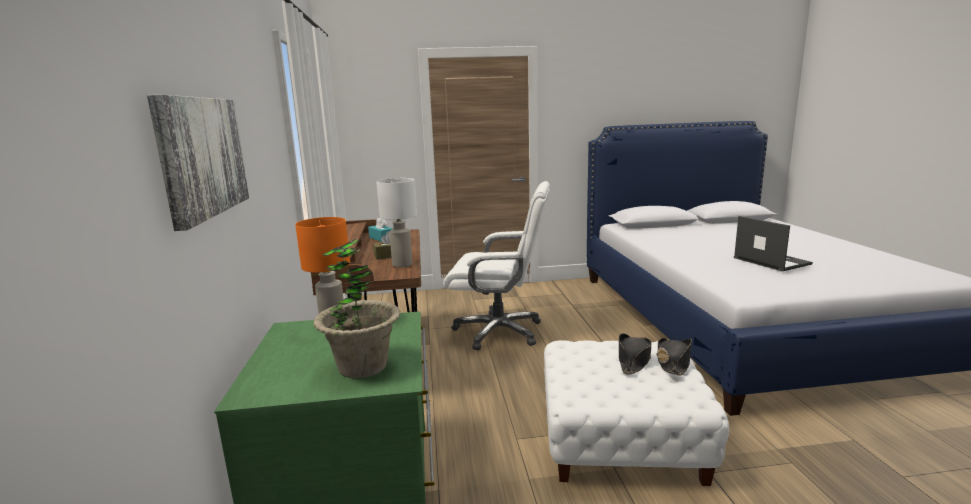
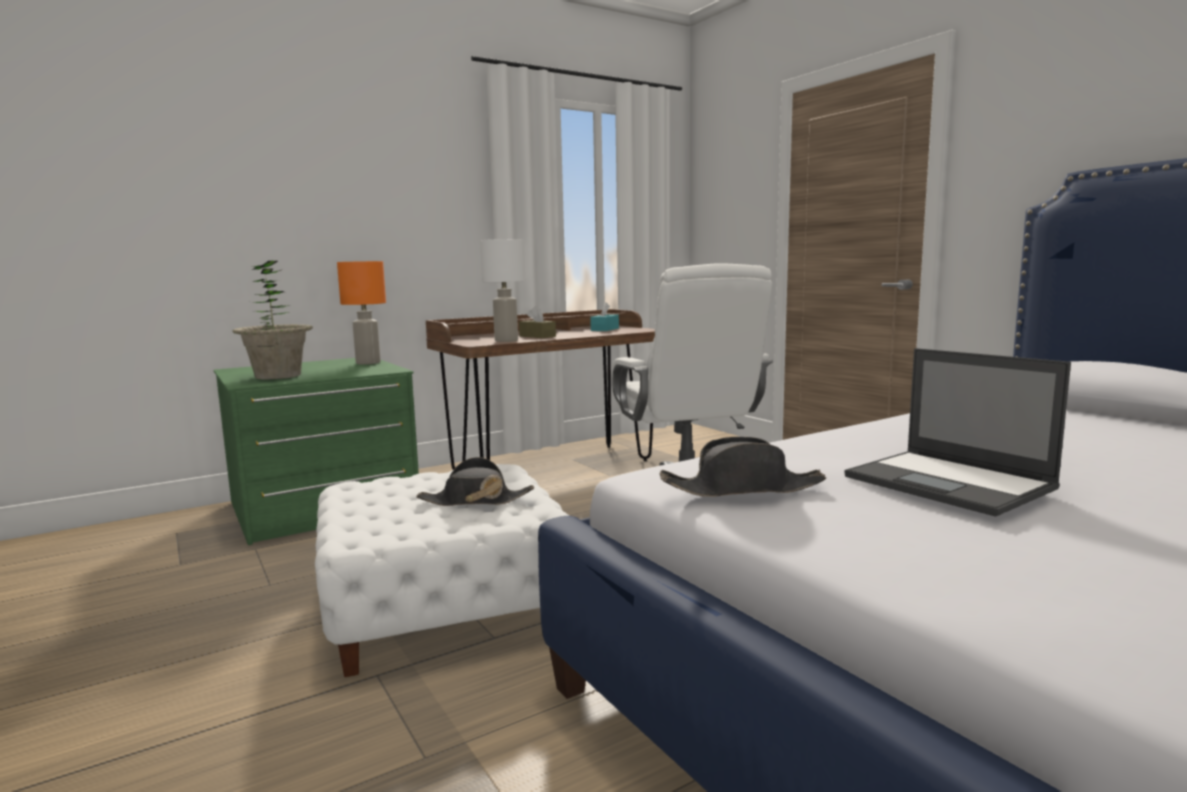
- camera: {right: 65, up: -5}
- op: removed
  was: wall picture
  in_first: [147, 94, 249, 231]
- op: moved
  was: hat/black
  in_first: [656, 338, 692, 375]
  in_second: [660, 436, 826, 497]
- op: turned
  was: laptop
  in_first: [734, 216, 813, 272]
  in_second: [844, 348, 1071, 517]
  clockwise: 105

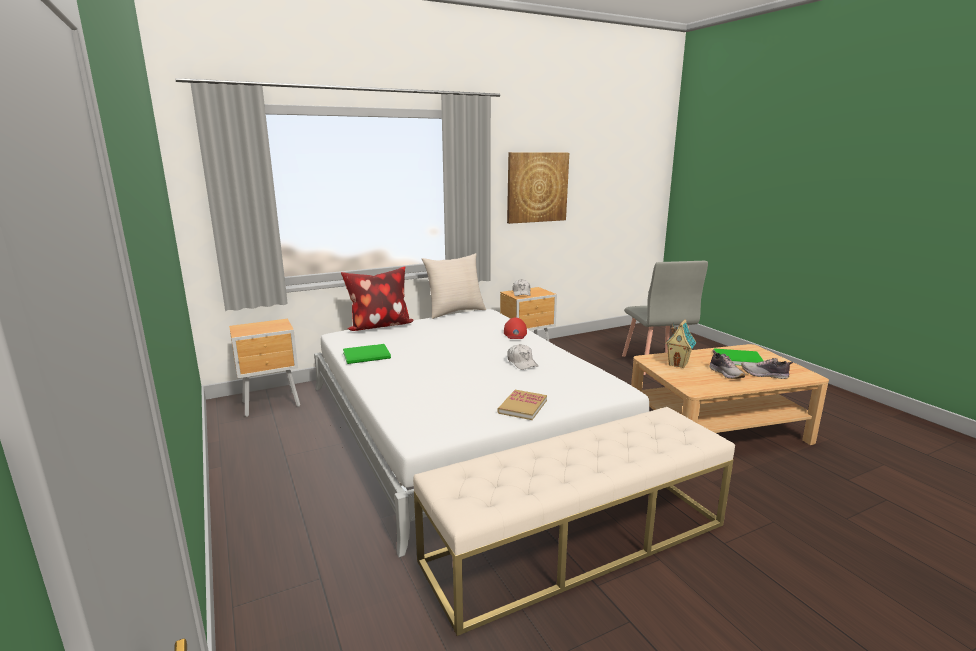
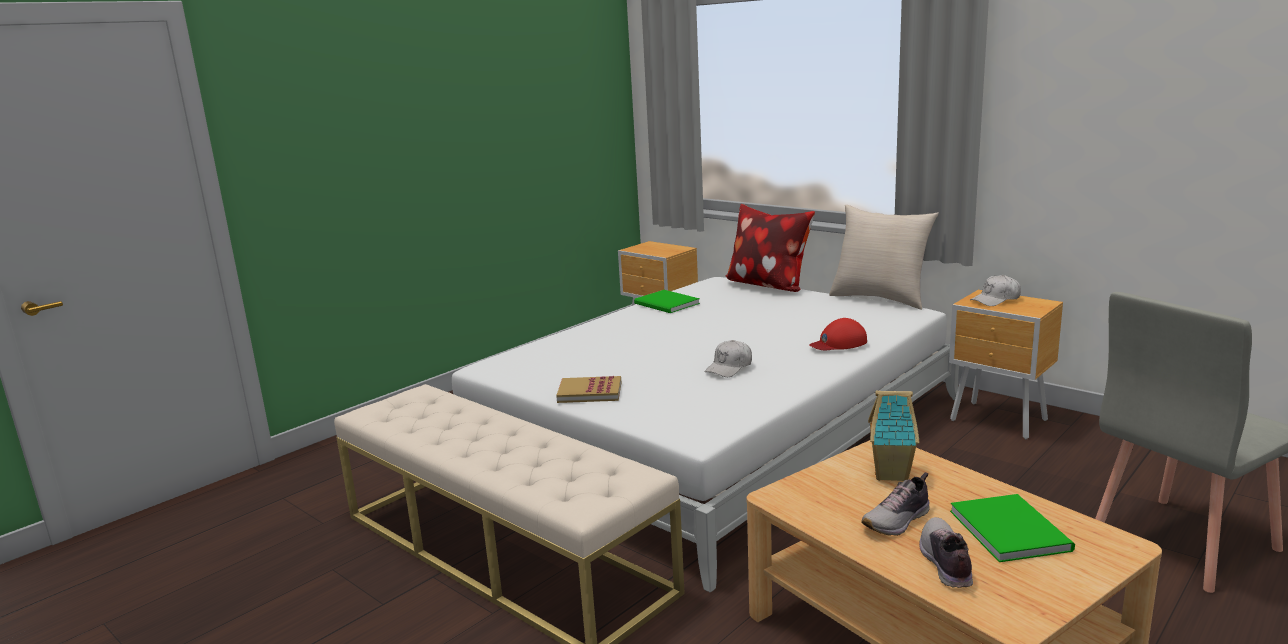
- camera: {right: 70, up: 0}
- op: removed
  was: wall picture
  in_first: [507, 152, 569, 224]

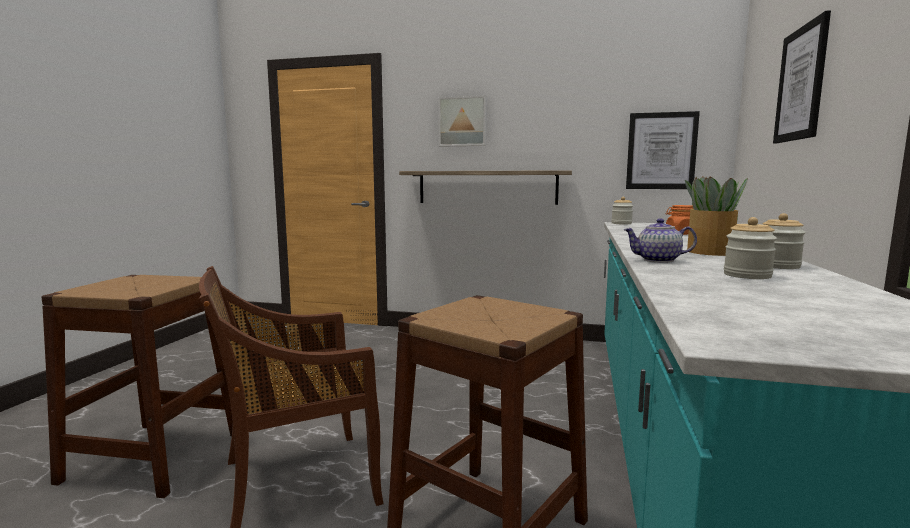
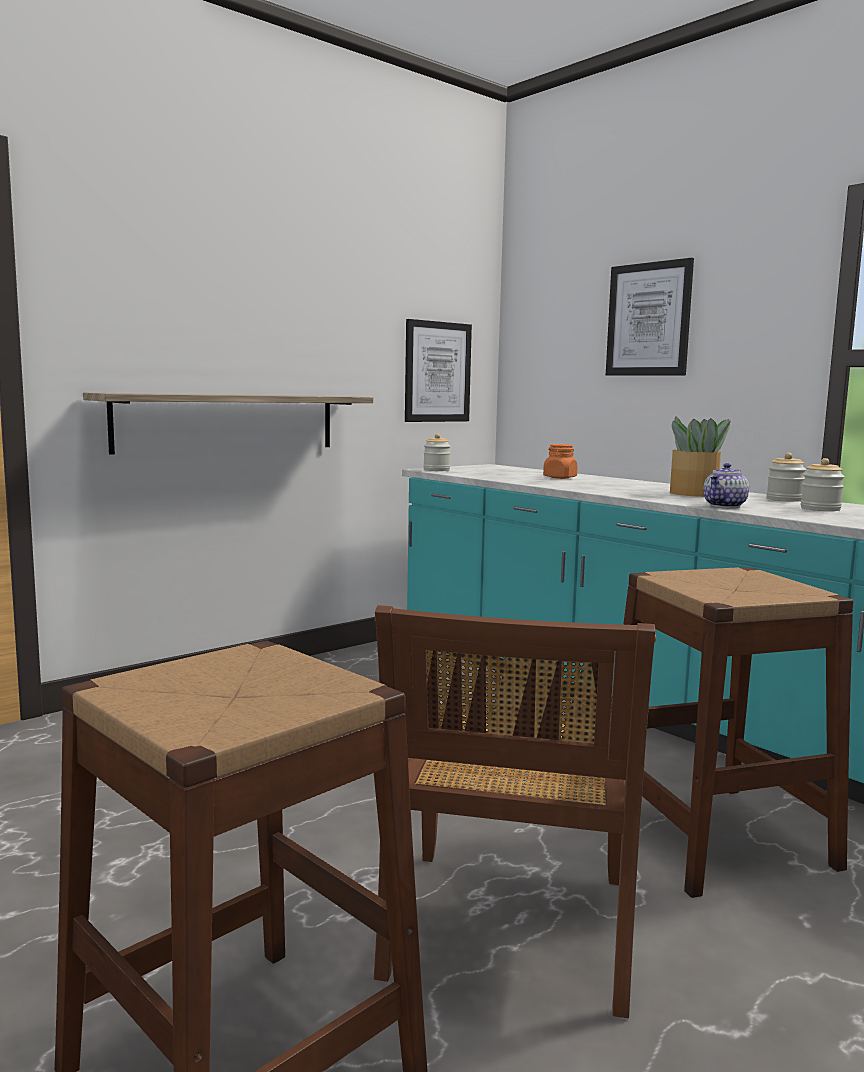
- camera: {right: -55, up: 0}
- op: removed
  was: wall picture
  in_first: [438, 95, 487, 147]

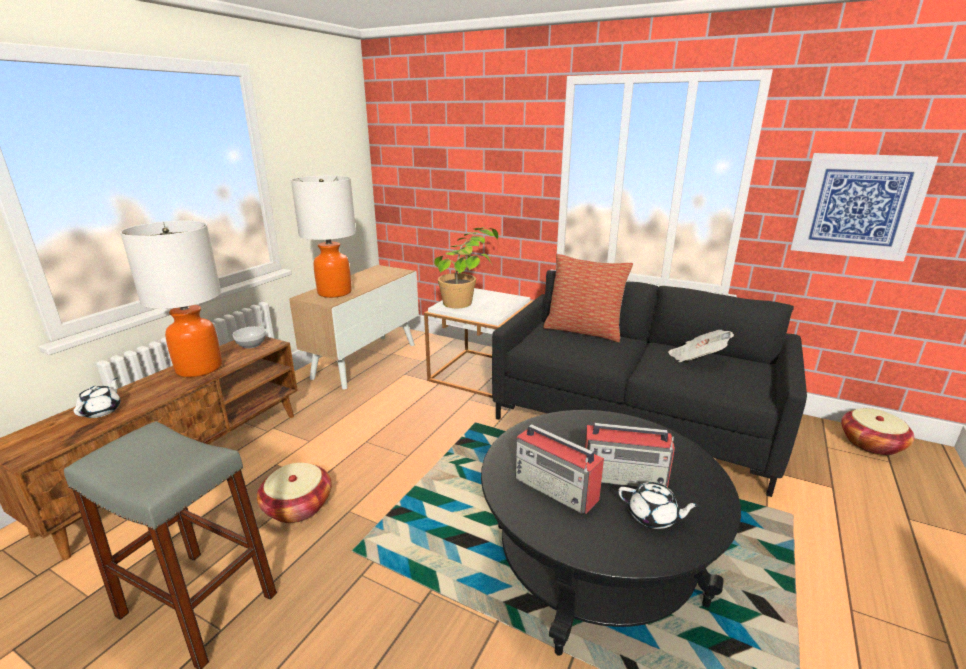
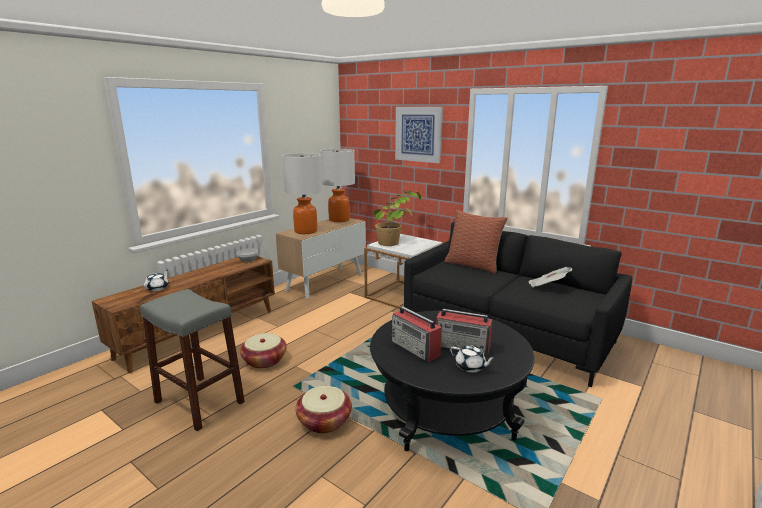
- camera: {right: 10, up: -5}
- op: moved
  was: table lamp
  in_first: [120, 220, 222, 377]
  in_second: [320, 149, 355, 222]
- op: moved
  was: wall picture
  in_first: [790, 153, 938, 261]
  in_second: [395, 107, 442, 163]
- op: moved
  was: basket
  in_first: [841, 408, 914, 456]
  in_second: [295, 386, 352, 434]

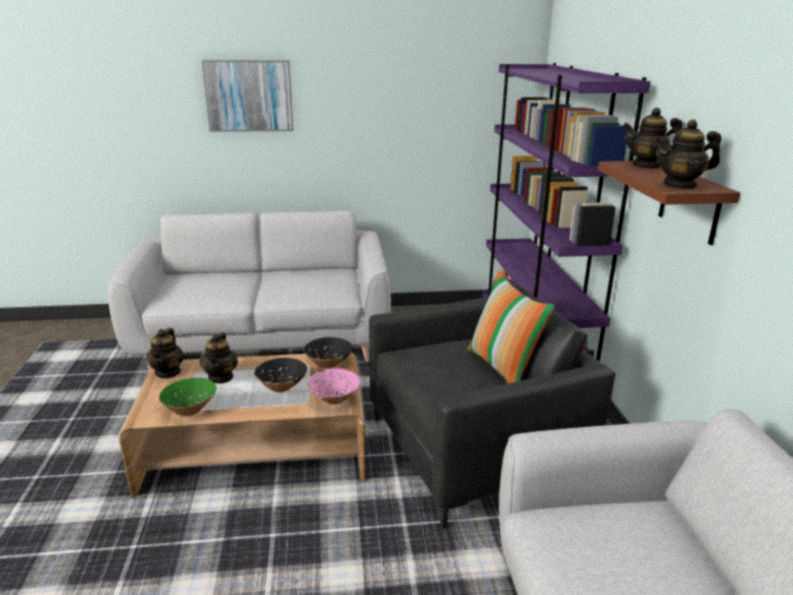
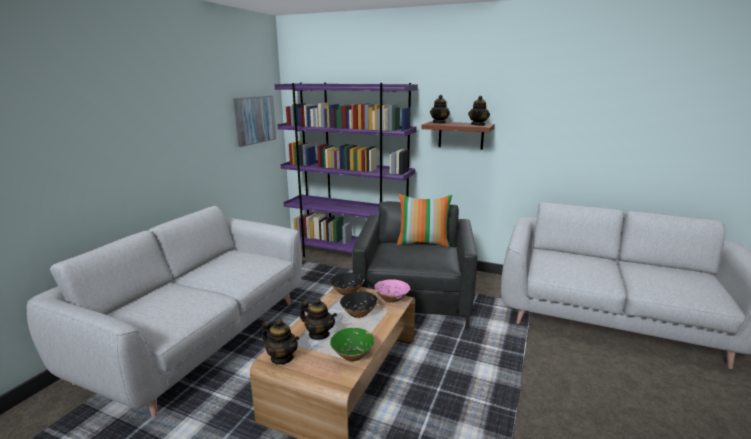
- camera: {right: -60, up: -5}
- op: moved
  was: wall picture
  in_first: [202, 60, 293, 132]
  in_second: [233, 96, 276, 147]

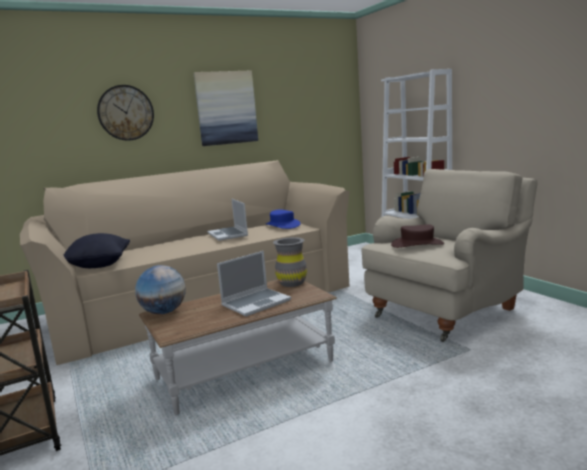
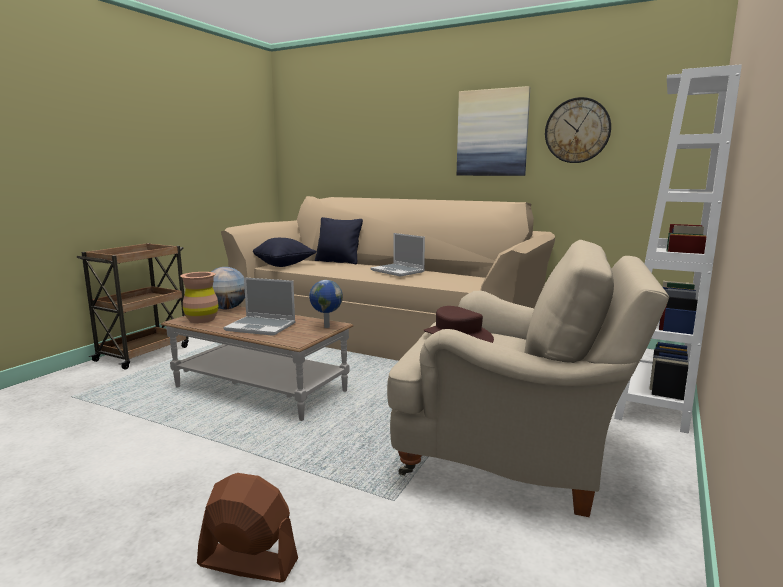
- camera: {right: 55, up: 0}
- op: moved
  was: wall clock
  in_first: [97, 85, 154, 141]
  in_second: [545, 97, 611, 163]
- op: turned
  was: laptop
  in_first: [207, 199, 248, 241]
  in_second: [371, 233, 425, 277]
  clockwise: -75
- op: removed
  was: hat/blue-coloured
  in_first: [266, 210, 301, 229]
- op: replaced
  was: flower vase/gray
  now: desk globe
  in_first: [273, 237, 307, 287]
  in_second: [309, 280, 343, 328]
- op: added
  now: flower vase/brown-coloured
  in_second: [180, 272, 219, 323]
- op: added
  now: electric fan/brown-coloured
  in_second: [197, 473, 298, 583]
- op: added
  now: cushion/black
  in_second: [315, 217, 363, 264]

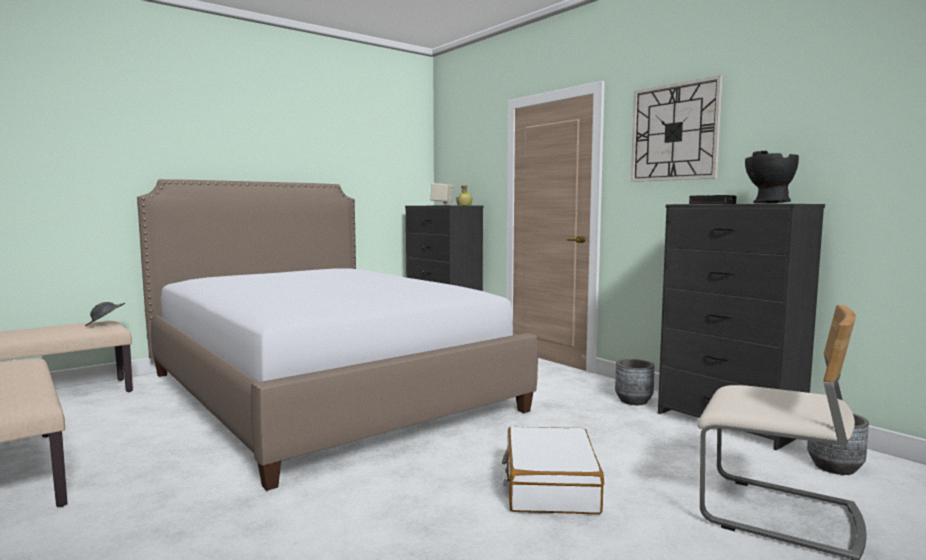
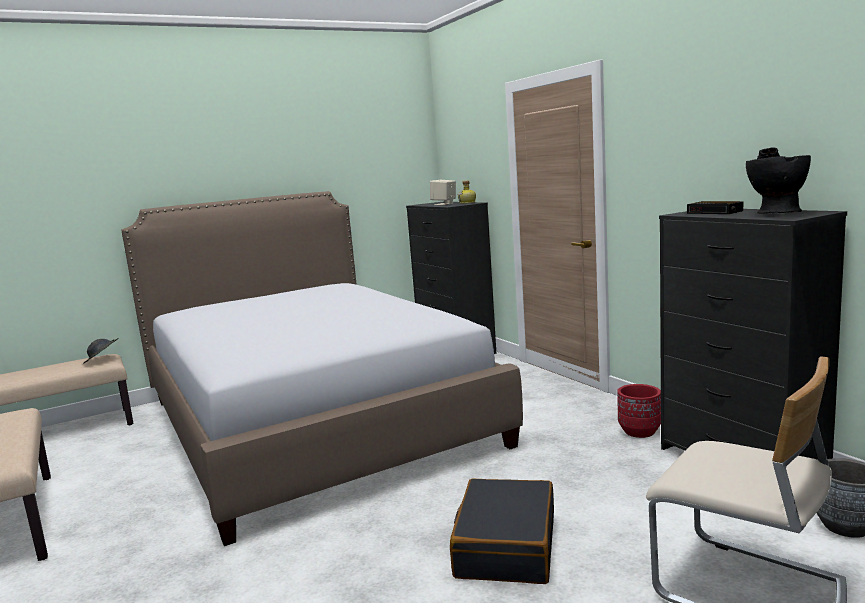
- camera: {right: 10, up: 5}
- op: recoloured
  was: piece of luggage/whitish
  now: piece of luggage/black
  in_first: [502, 427, 604, 514]
  in_second: [450, 479, 554, 584]
- op: recoloured
  was: flower pot/gray
  now: flower pot/red-coloured
  in_first: [615, 359, 655, 405]
  in_second: [617, 384, 661, 438]
- op: removed
  was: wall clock
  in_first: [631, 75, 723, 182]

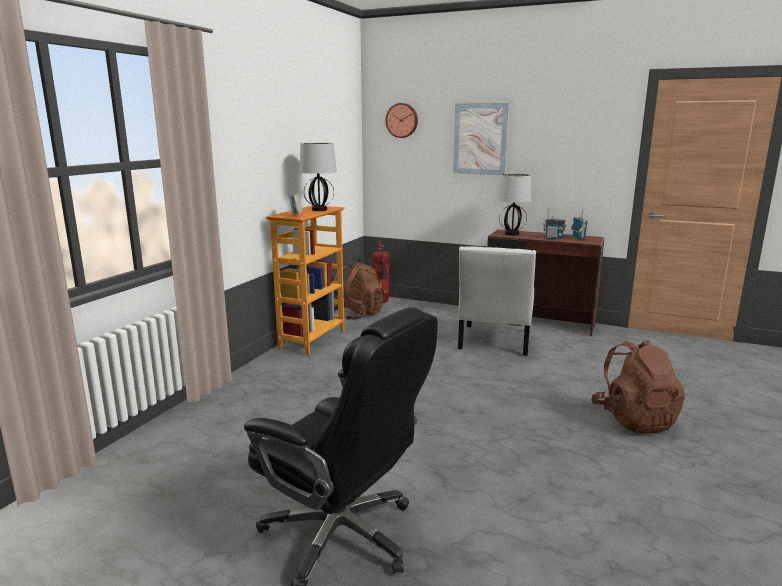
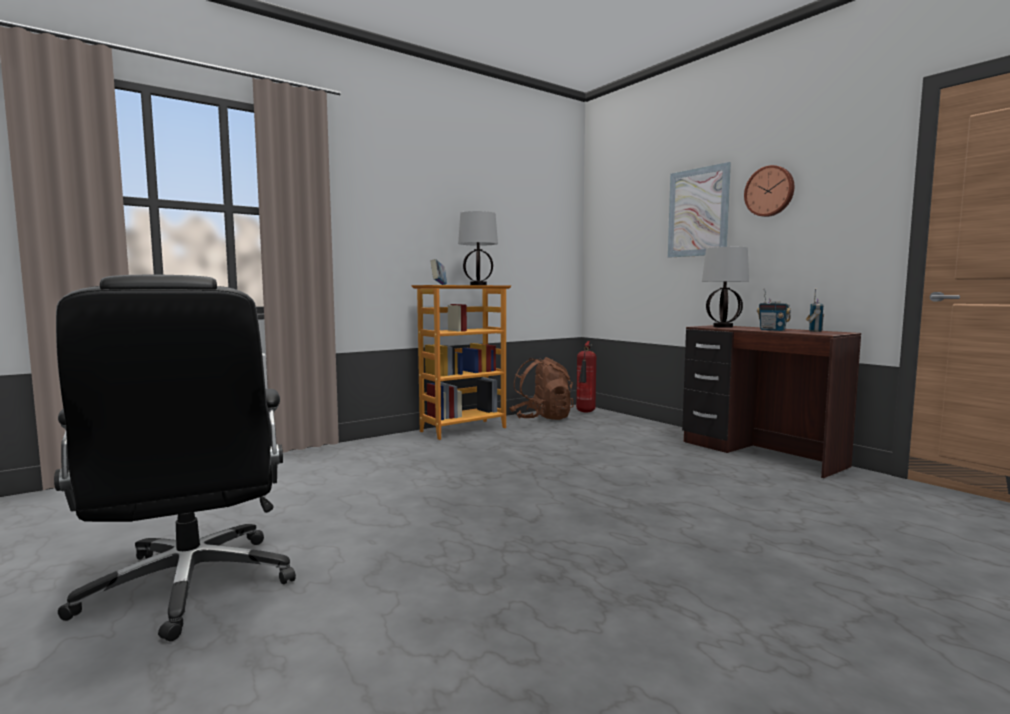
- camera: {right: 30, up: -10}
- op: moved
  was: wall clock
  in_first: [385, 103, 418, 138]
  in_second: [744, 165, 794, 217]
- op: removed
  was: upright chair/whitish
  in_first: [458, 246, 536, 356]
- op: removed
  was: rucksack/brown-coloured
  in_first: [591, 340, 685, 433]

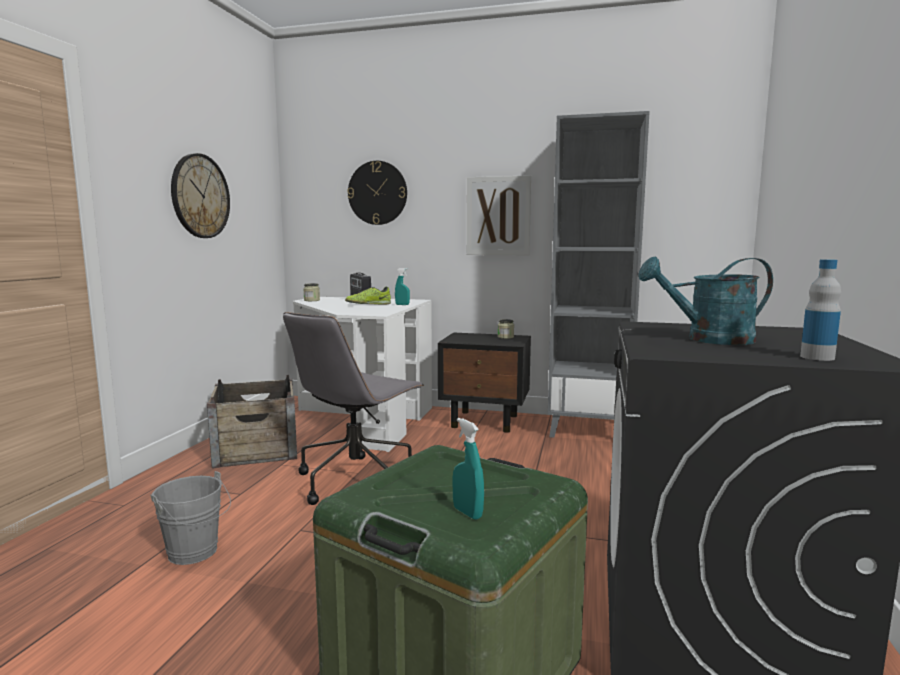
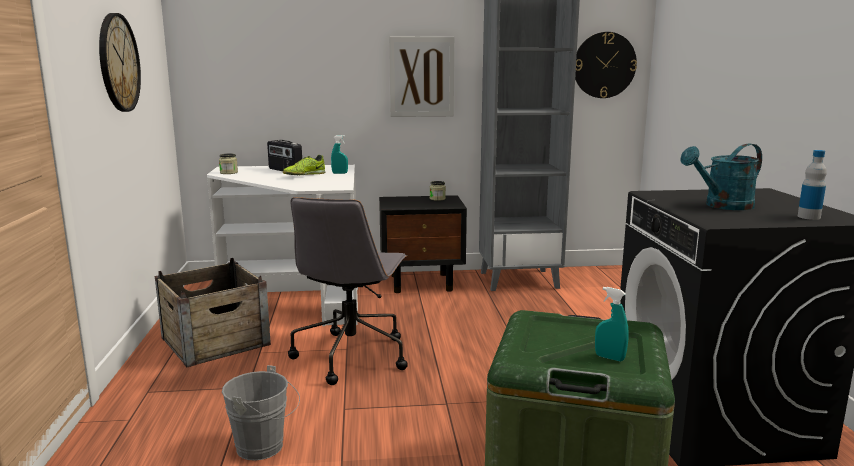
- camera: {right: -20, up: 5}
- op: moved
  was: wall clock
  in_first: [347, 161, 407, 225]
  in_second: [575, 32, 637, 98]

